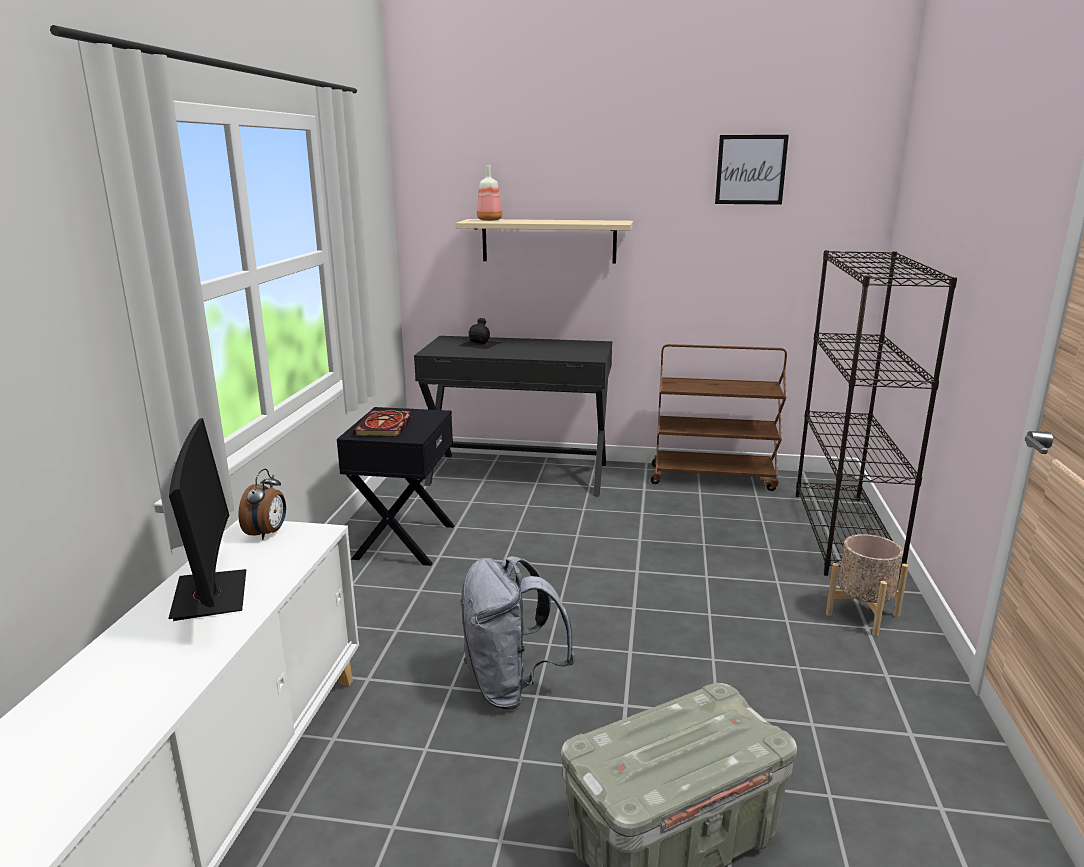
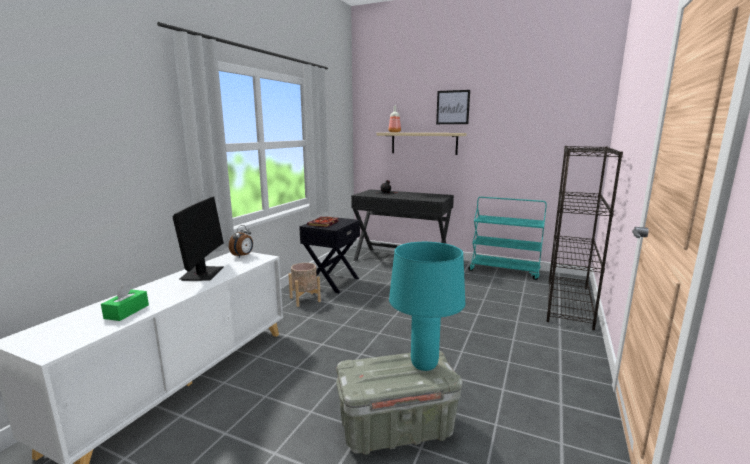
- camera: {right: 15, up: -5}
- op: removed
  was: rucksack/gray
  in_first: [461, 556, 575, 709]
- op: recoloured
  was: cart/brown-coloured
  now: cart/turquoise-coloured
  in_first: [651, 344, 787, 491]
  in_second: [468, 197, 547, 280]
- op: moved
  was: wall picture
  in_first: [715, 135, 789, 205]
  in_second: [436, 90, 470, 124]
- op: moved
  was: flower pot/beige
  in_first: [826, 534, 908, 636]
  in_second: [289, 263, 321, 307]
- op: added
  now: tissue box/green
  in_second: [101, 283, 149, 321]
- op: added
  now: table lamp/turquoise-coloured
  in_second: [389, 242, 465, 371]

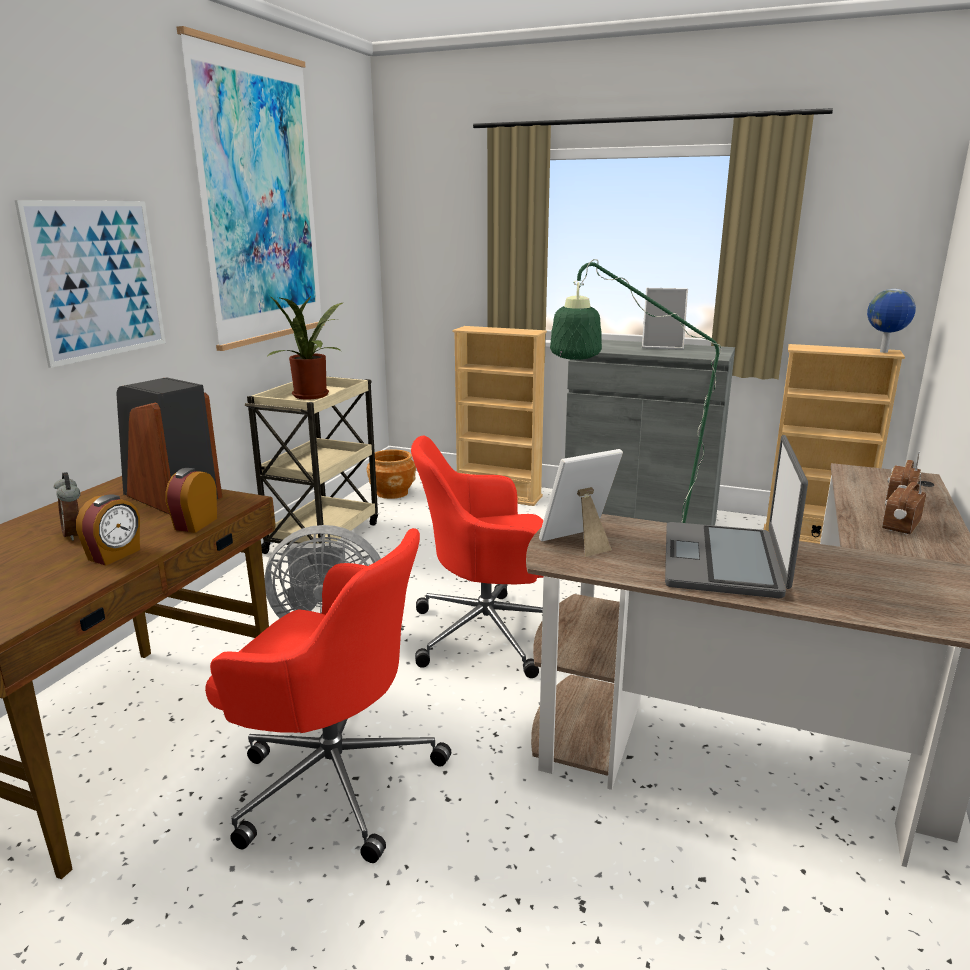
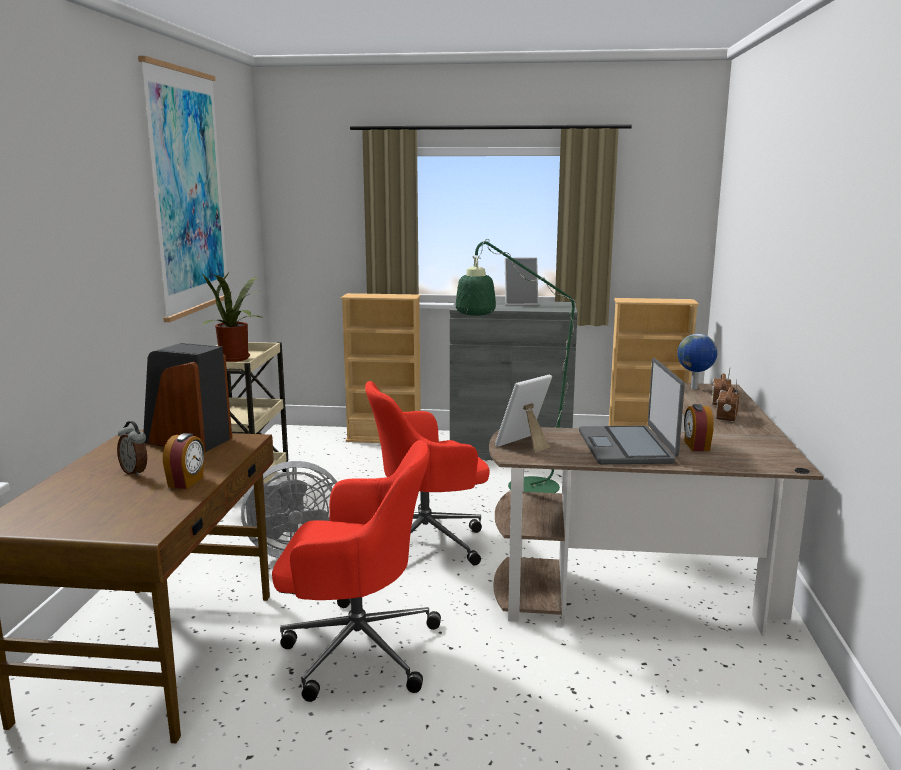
- camera: {right: -15, up: -5}
- op: removed
  was: wall picture
  in_first: [15, 200, 166, 368]
- op: moved
  was: table clock
  in_first: [165, 468, 217, 533]
  in_second: [684, 404, 714, 451]
- op: removed
  was: flower pot/brown-coloured
  in_first: [366, 449, 416, 499]
- op: moved
  was: desk globe
  in_first: [867, 289, 916, 353]
  in_second: [677, 334, 717, 389]

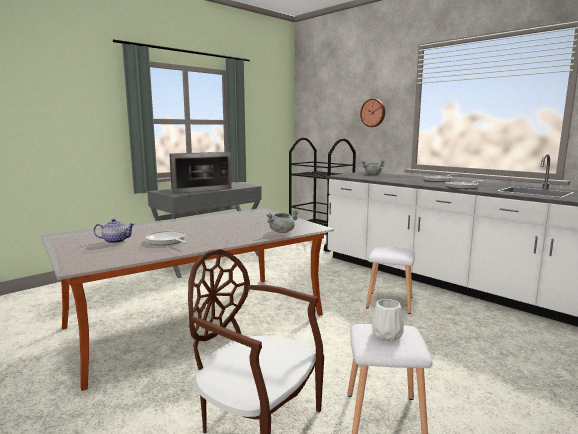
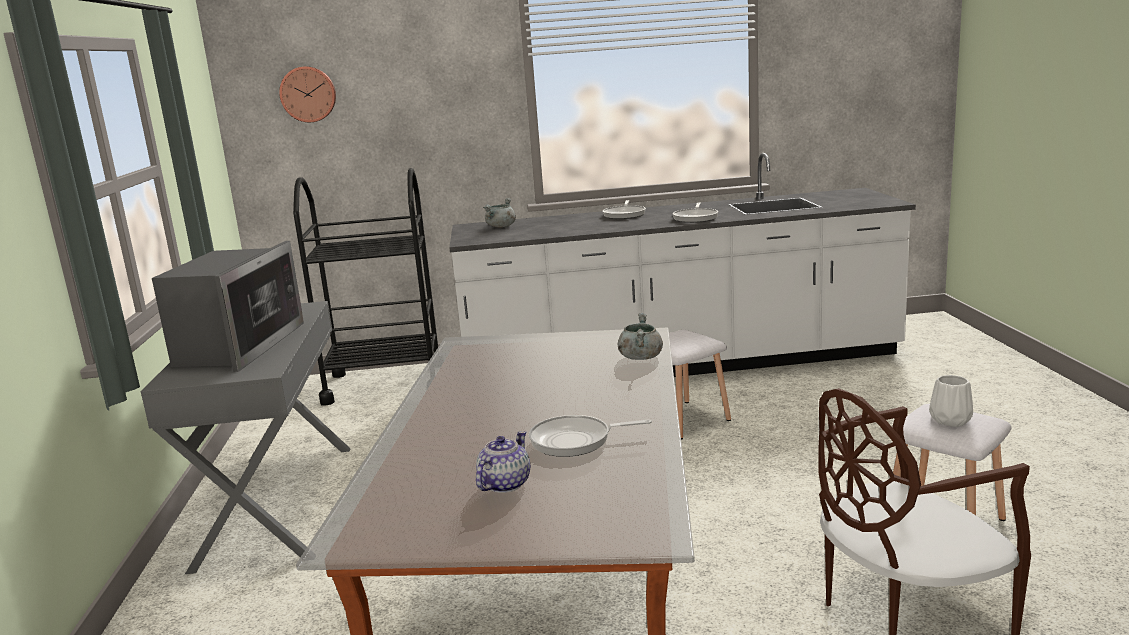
- camera: {right: -50, up: 5}
- op: moved
  was: wall clock
  in_first: [360, 99, 385, 127]
  in_second: [279, 66, 336, 122]

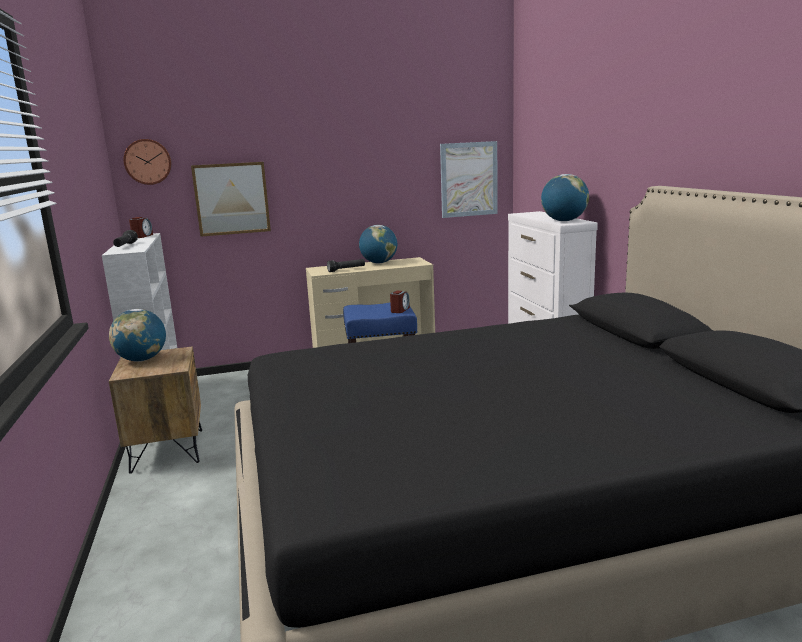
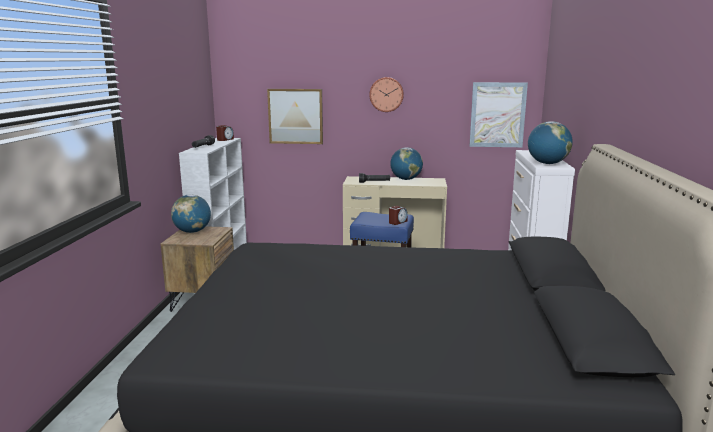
- camera: {right: 20, up: 0}
- op: moved
  was: wall clock
  in_first: [123, 139, 172, 185]
  in_second: [369, 77, 404, 112]

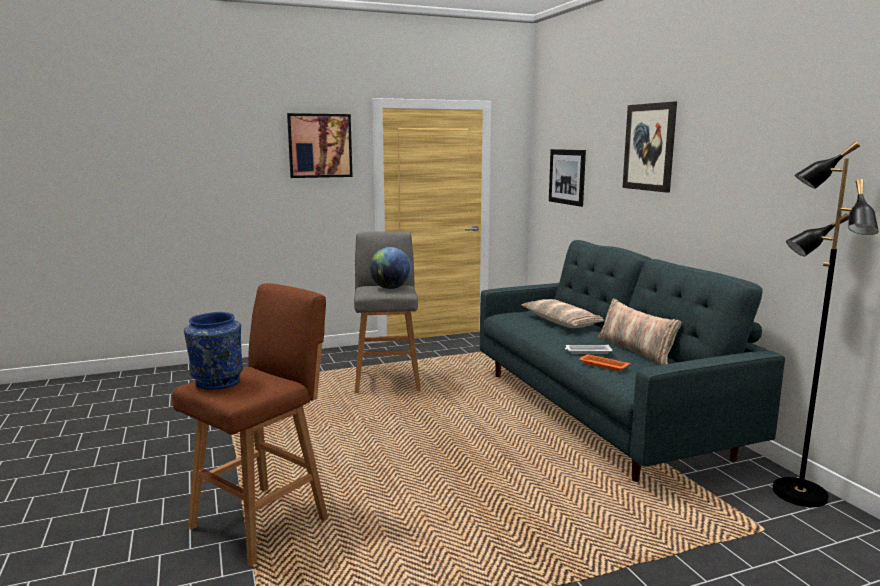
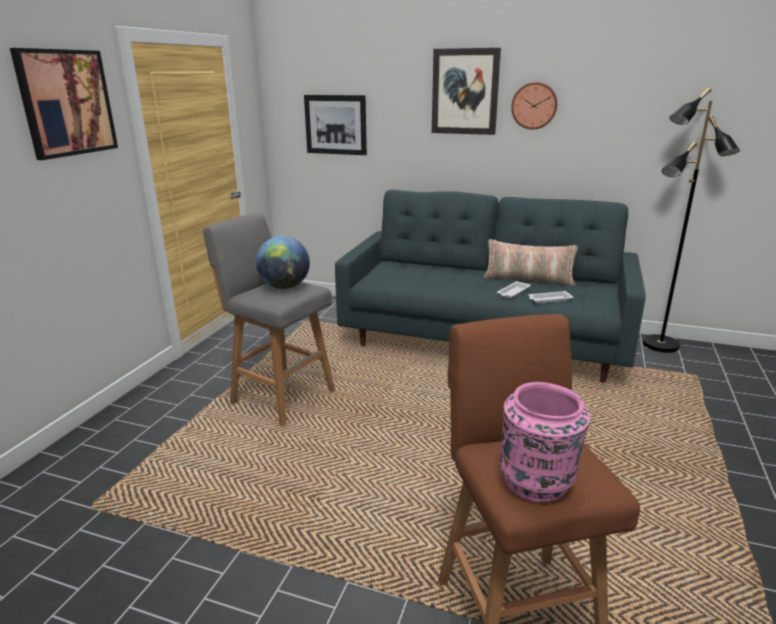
- camera: {right: -50, up: 10}
- op: recoloured
  was: flower vase/blue-coloured
  now: flower vase/pink
  in_first: [184, 312, 243, 390]
  in_second: [500, 382, 590, 503]
- op: removed
  was: cushion
  in_first: [521, 299, 604, 328]
- op: recoloured
  was: serving tray/orange-coloured
  now: serving tray/whitish
  in_first: [579, 354, 630, 371]
  in_second: [528, 291, 573, 303]
- op: added
  now: wall clock
  in_second: [511, 82, 557, 130]

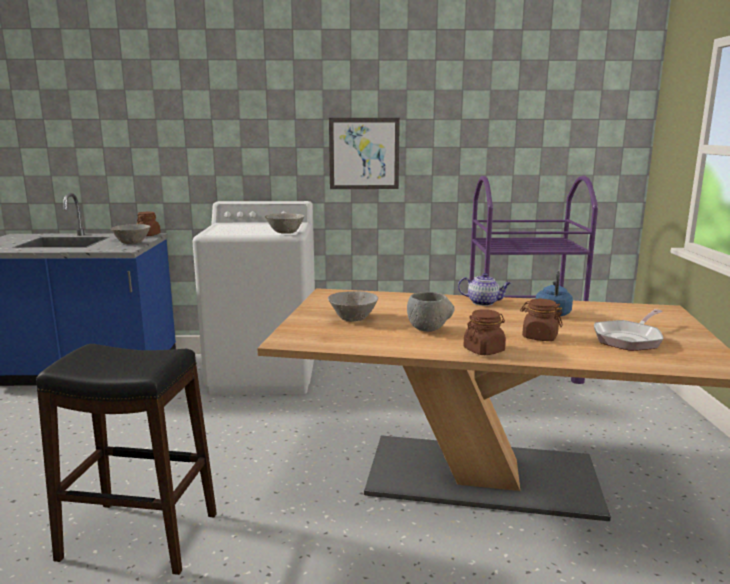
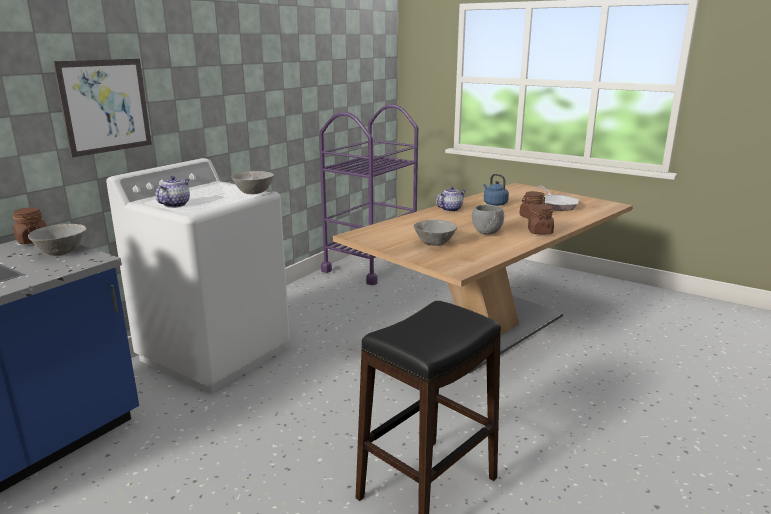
- camera: {right: -55, up: 5}
- op: moved
  was: wall picture
  in_first: [329, 118, 400, 189]
  in_second: [53, 59, 152, 158]
- op: added
  now: teapot
  in_second: [156, 176, 190, 208]

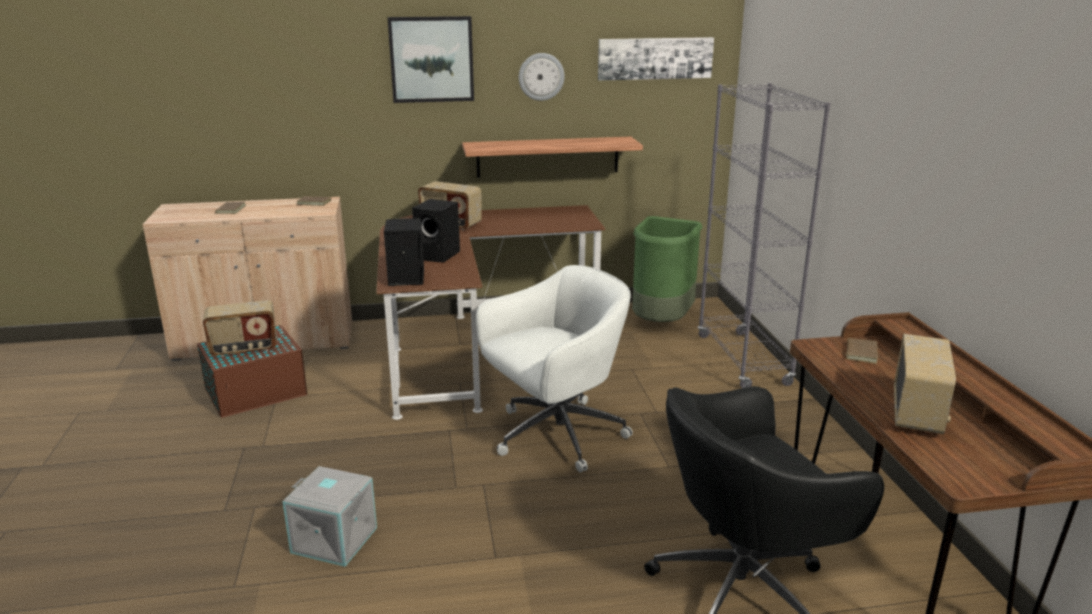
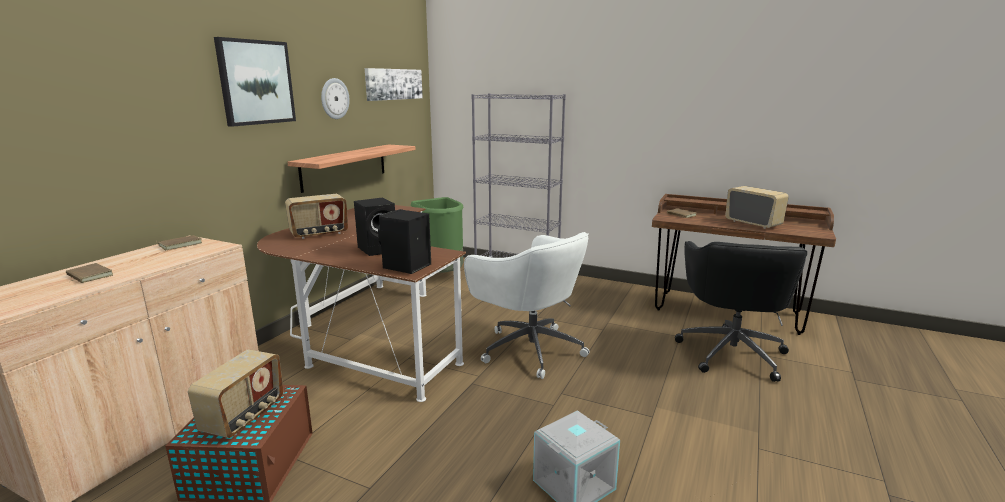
- camera: {right: -55, up: -5}
- op: turned
  was: computer chair/whitish
  in_first: [476, 265, 633, 472]
  in_second: [464, 232, 589, 379]
  clockwise: 135

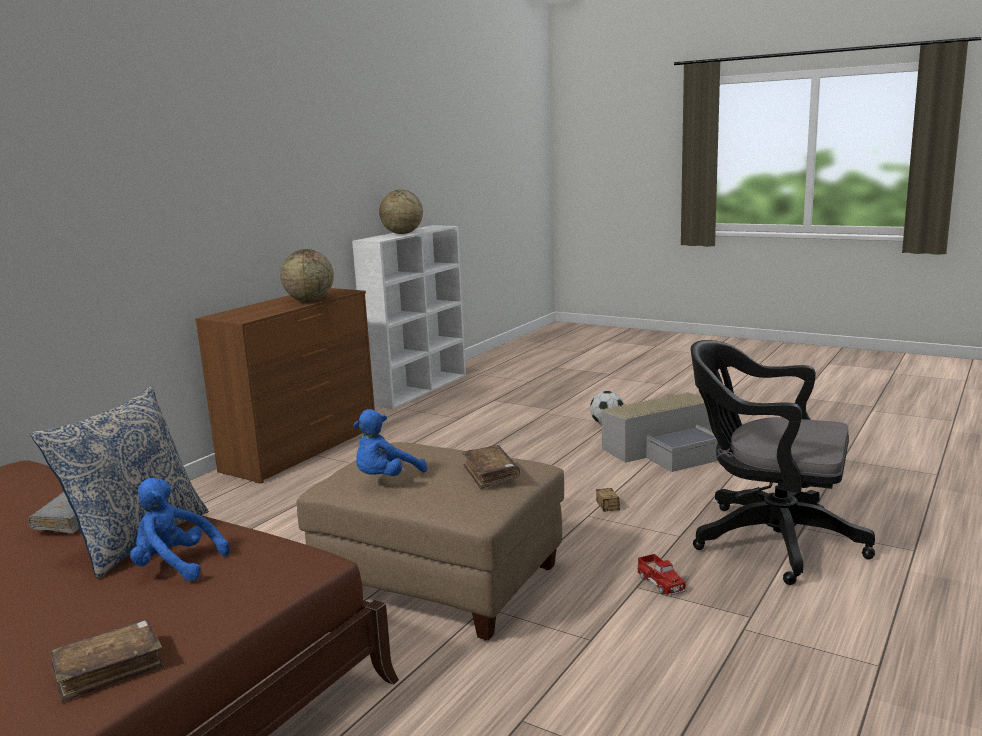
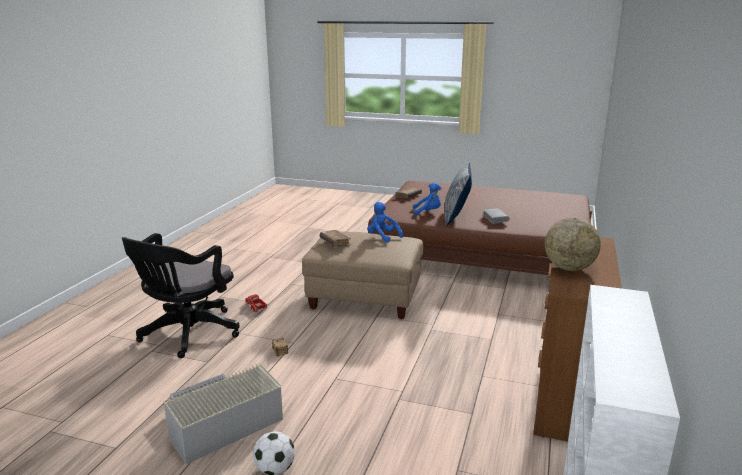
- camera: {right: 165, up: 5}
- op: turned
  was: cuddly toy/blue-coloured
  in_first: [353, 409, 427, 476]
  in_second: [367, 202, 403, 243]
  clockwise: -75
- op: removed
  was: desk globe
  in_first: [379, 190, 423, 234]
- op: turned
  was: computer chair/black
  in_first: [691, 340, 875, 585]
  in_second: [122, 233, 240, 358]
  clockwise: 105

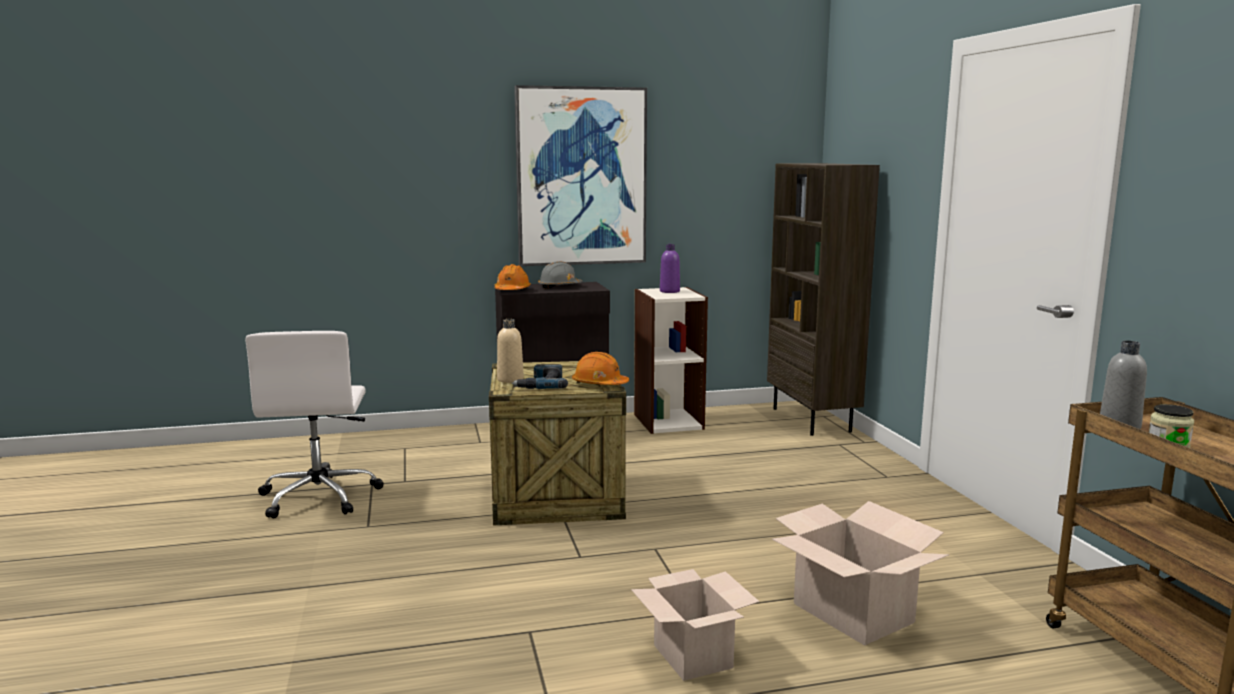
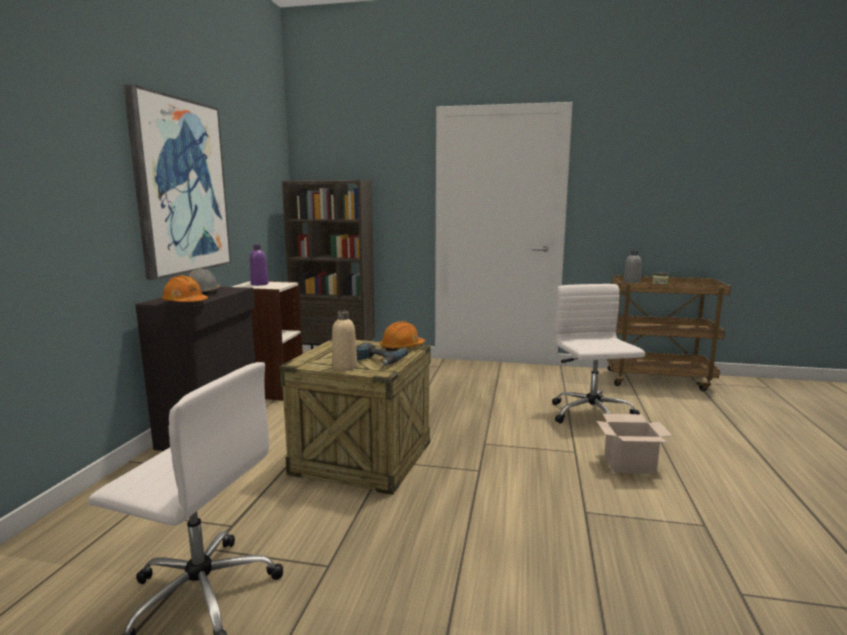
- camera: {right: -65, up: 0}
- op: replaced
  was: packing box
  now: computer chair/whitish
  in_first: [772, 501, 949, 646]
  in_second: [552, 284, 645, 423]

